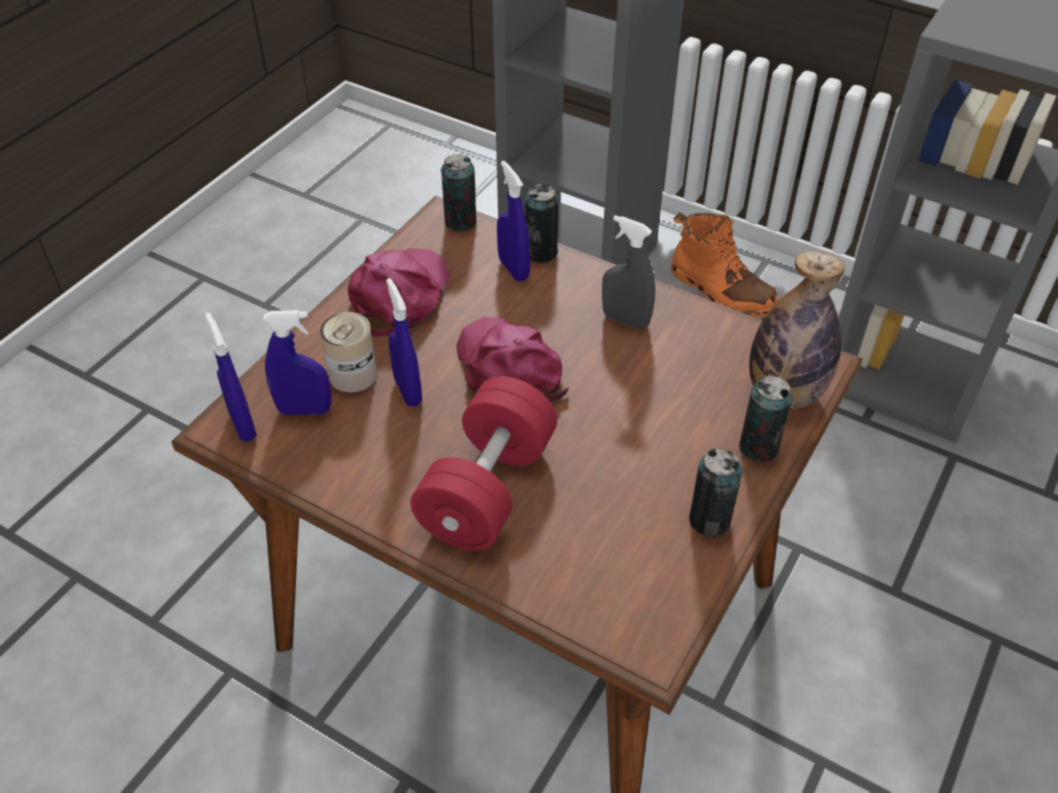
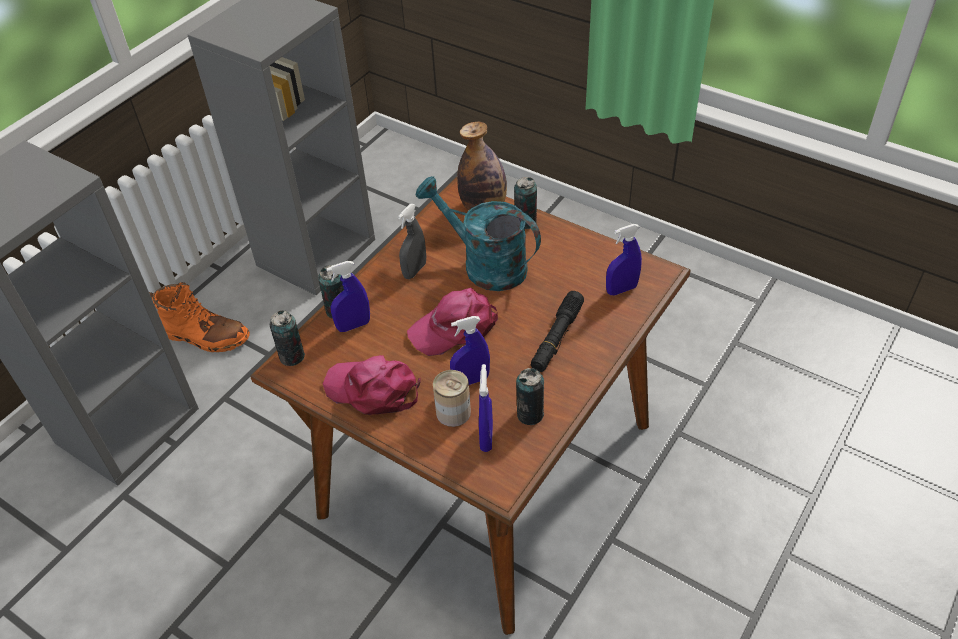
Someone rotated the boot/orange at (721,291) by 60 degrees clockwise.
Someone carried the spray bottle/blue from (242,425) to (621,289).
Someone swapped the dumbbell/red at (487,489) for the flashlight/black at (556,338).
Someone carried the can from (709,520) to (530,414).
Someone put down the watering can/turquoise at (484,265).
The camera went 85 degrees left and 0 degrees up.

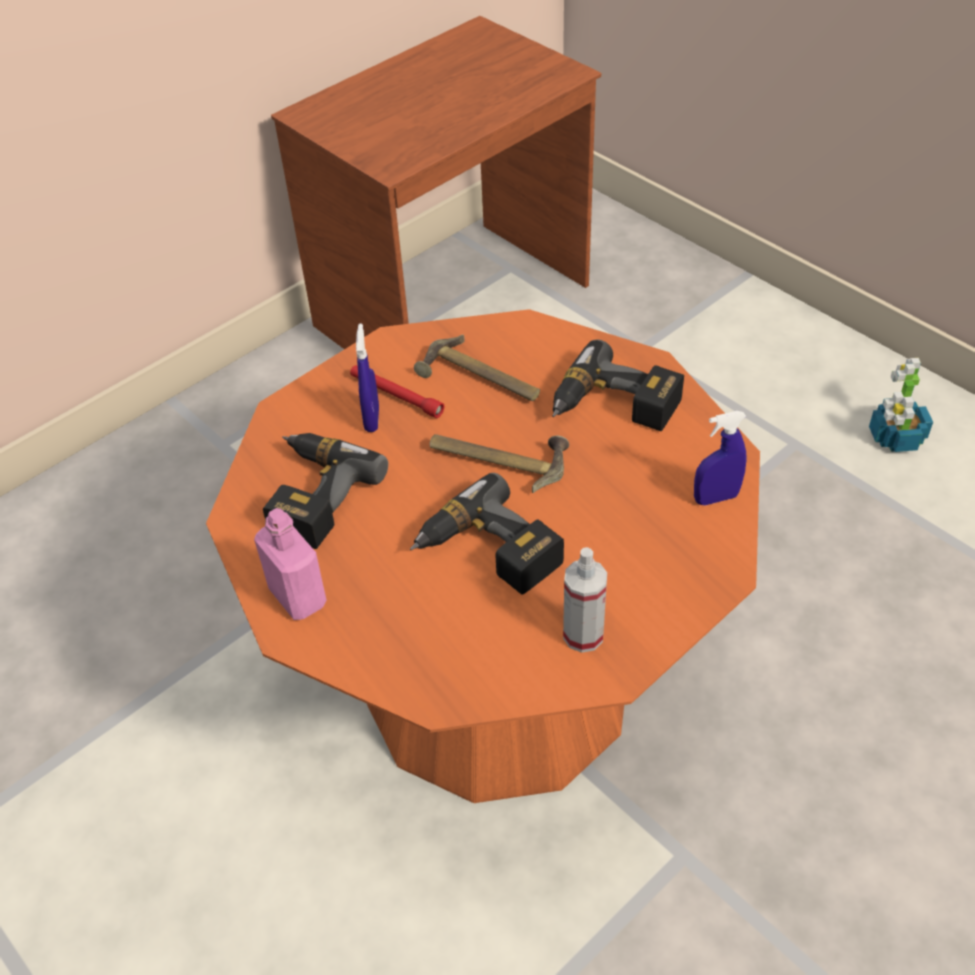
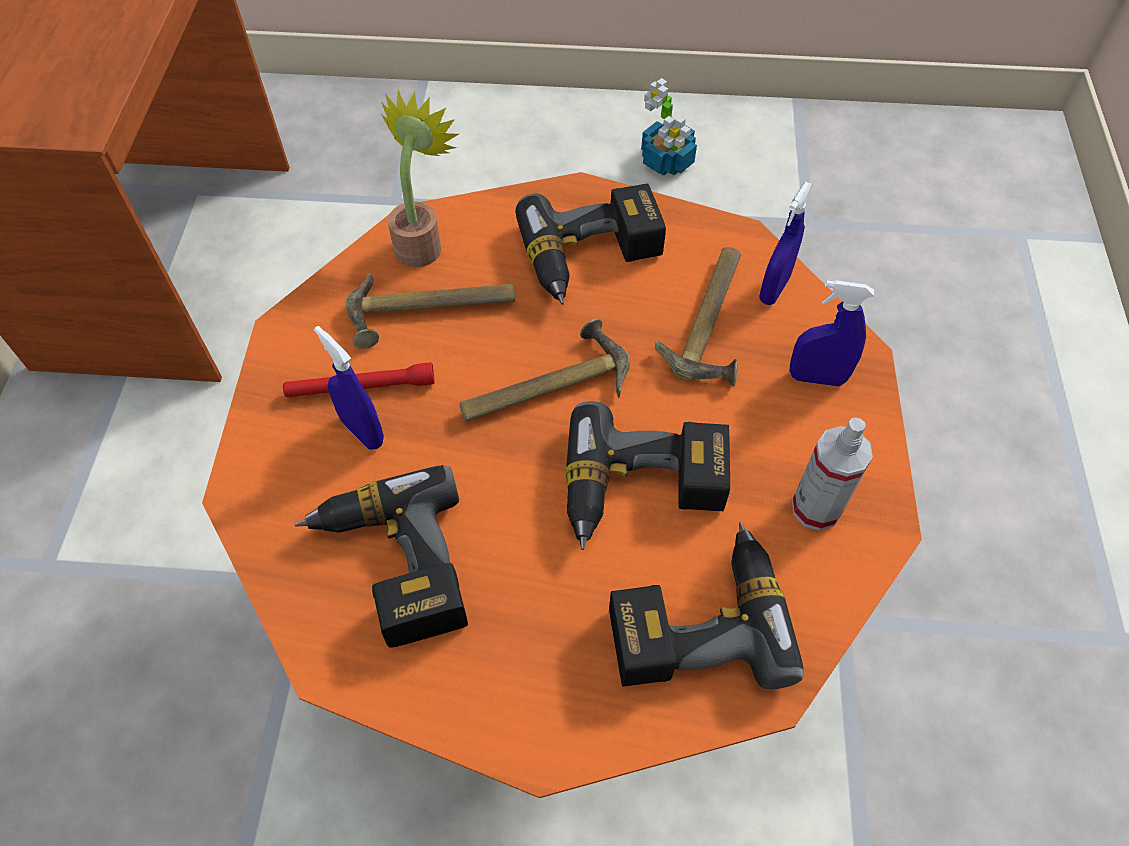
Someone took away the bottle/pink at (298,597).
Someone put down the potted plant at (422,242).
Someone put down the hammer at (715,320).
Someone put down the spray bottle/blue at (816,378).
Someone put down the power drill at (695,617).
The camera went 45 degrees left and 10 degrees up.

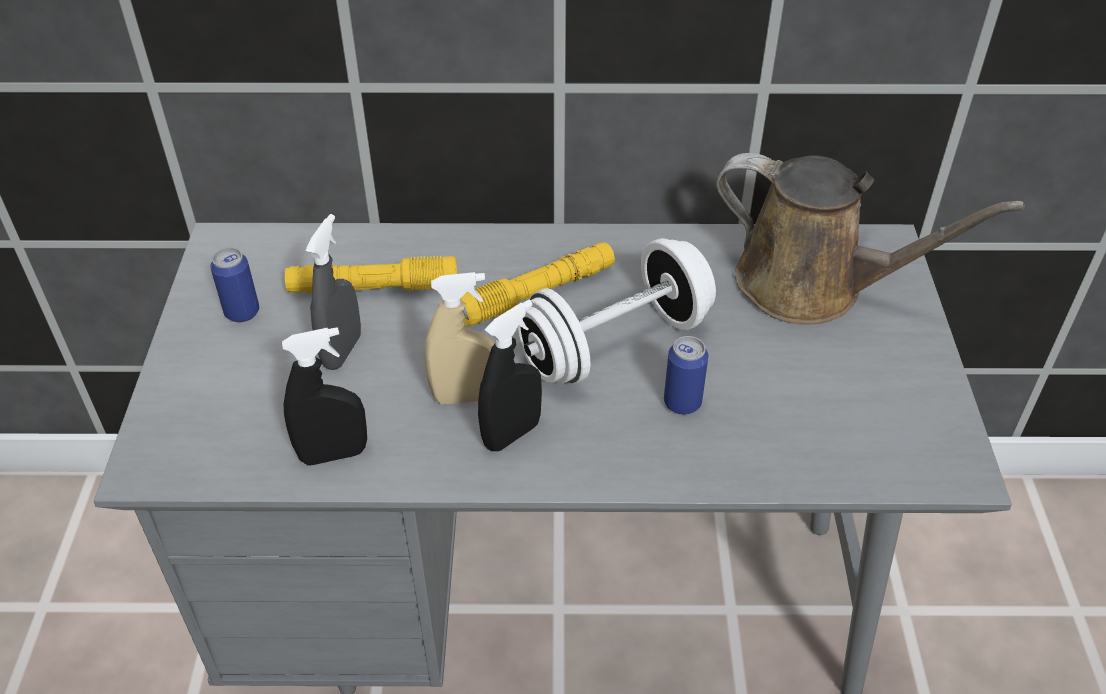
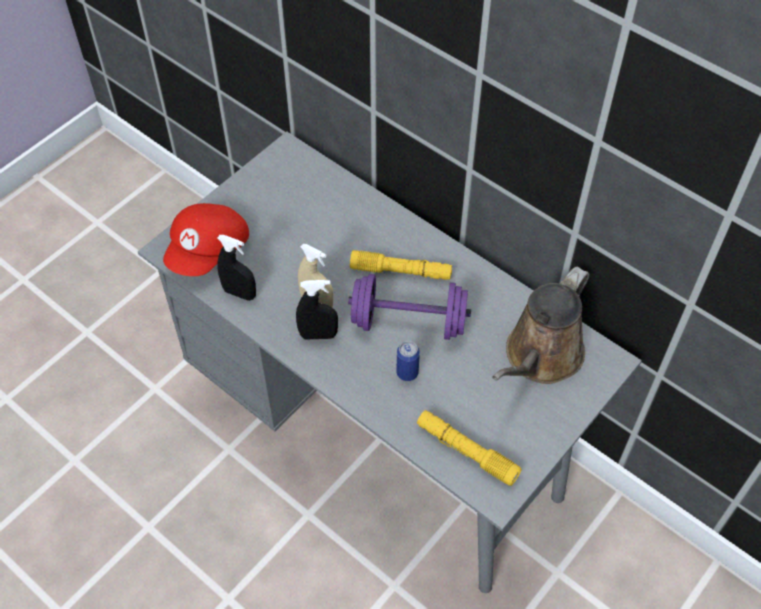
Someone rotated the watering can/brown at (811,286) by 60 degrees clockwise.
Someone took away the spray bottle/grey at (342,351).
Someone repainted the dumbbell/white at (614,344), which became the dumbbell/purple at (408,322).
Someone took away the can at (242,312).
Someone carried the flashlight/yellow from (373,288) to (466,451).
Someone put down the cap/red at (209,251).
The camera went 40 degrees right and 10 degrees up.

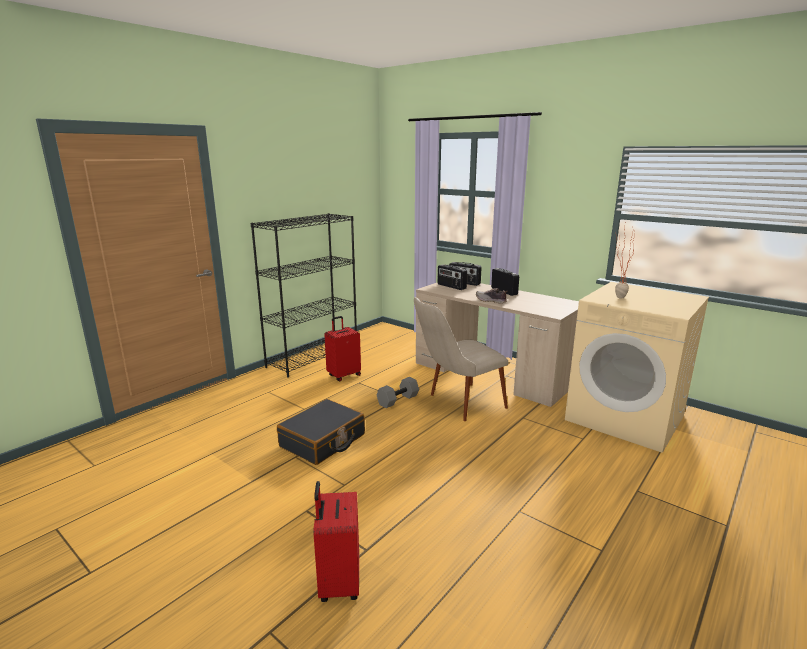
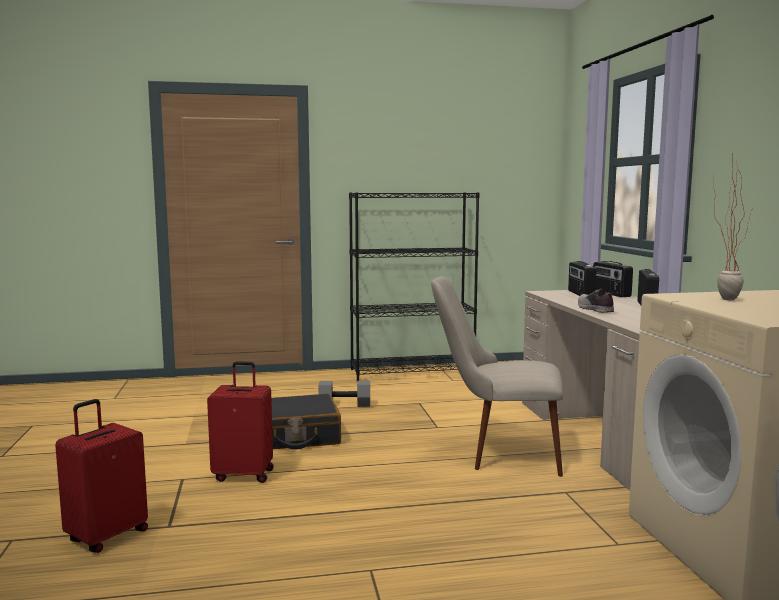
Someone carried the suitcase/red from (344,375) to (244,474).
Someone carried the dumbbell/grey from (398,399) to (345,404).
The camera went 40 degrees right and 10 degrees down.

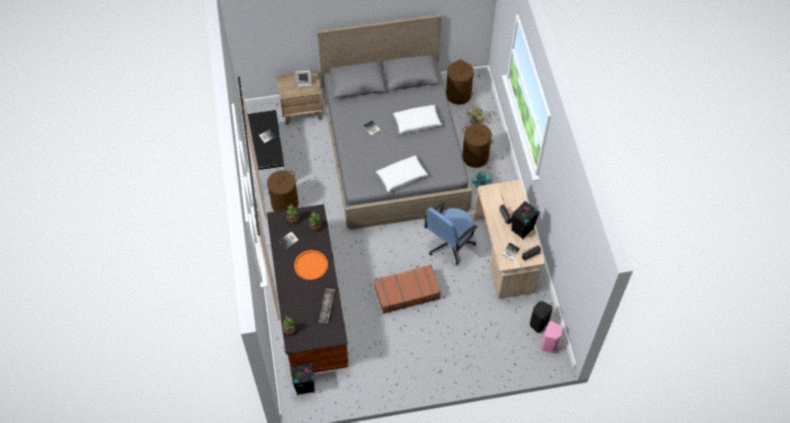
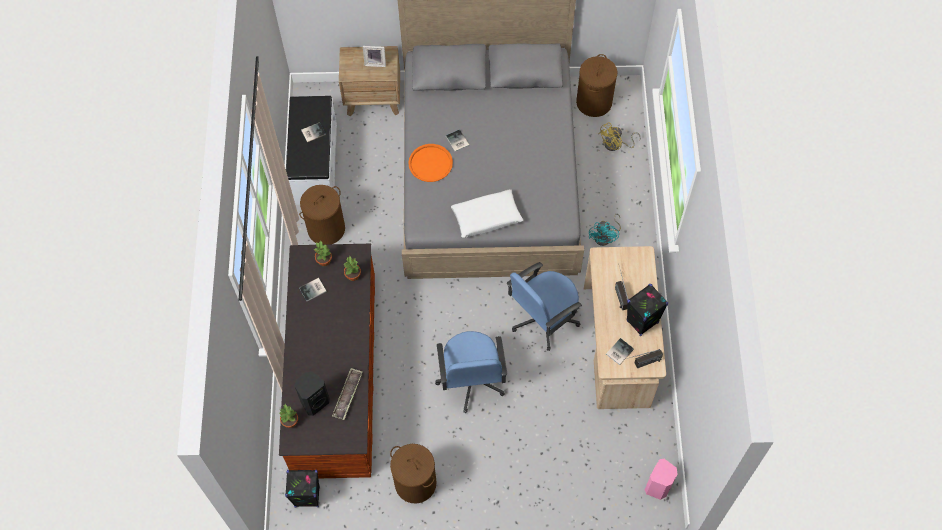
Someone took away the pillow/white at (417,122).
Someone carried the laundry basket/brown from (475,157) to (415,483).
Someone carried the tray/orange from (311,265) to (430,163).
Someone swapped the suitcase/brown at (406,292) for the office chair/blue at (471,381).
Someone carried the speaker/black from (538,323) to (314,401).
The camera went 10 degrees right and 5 degrees up.

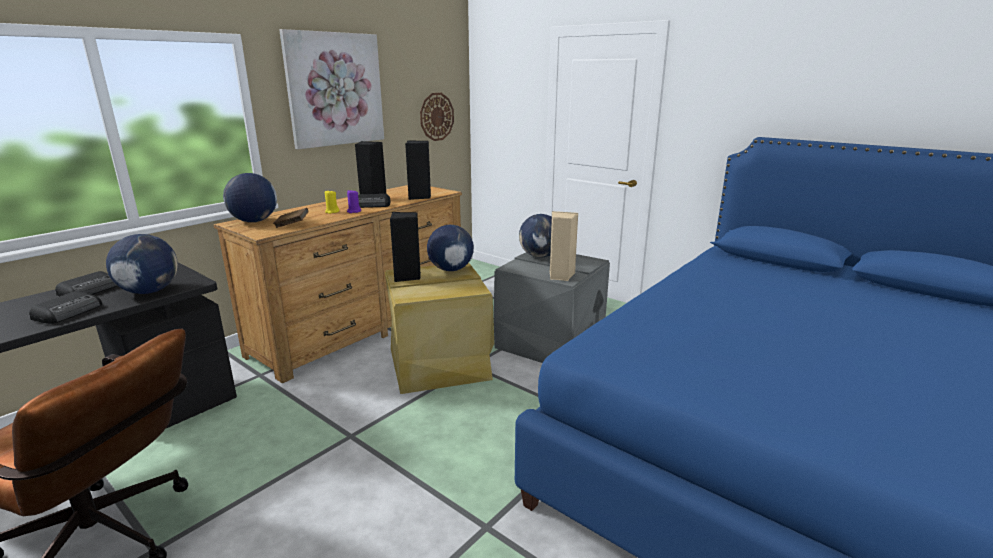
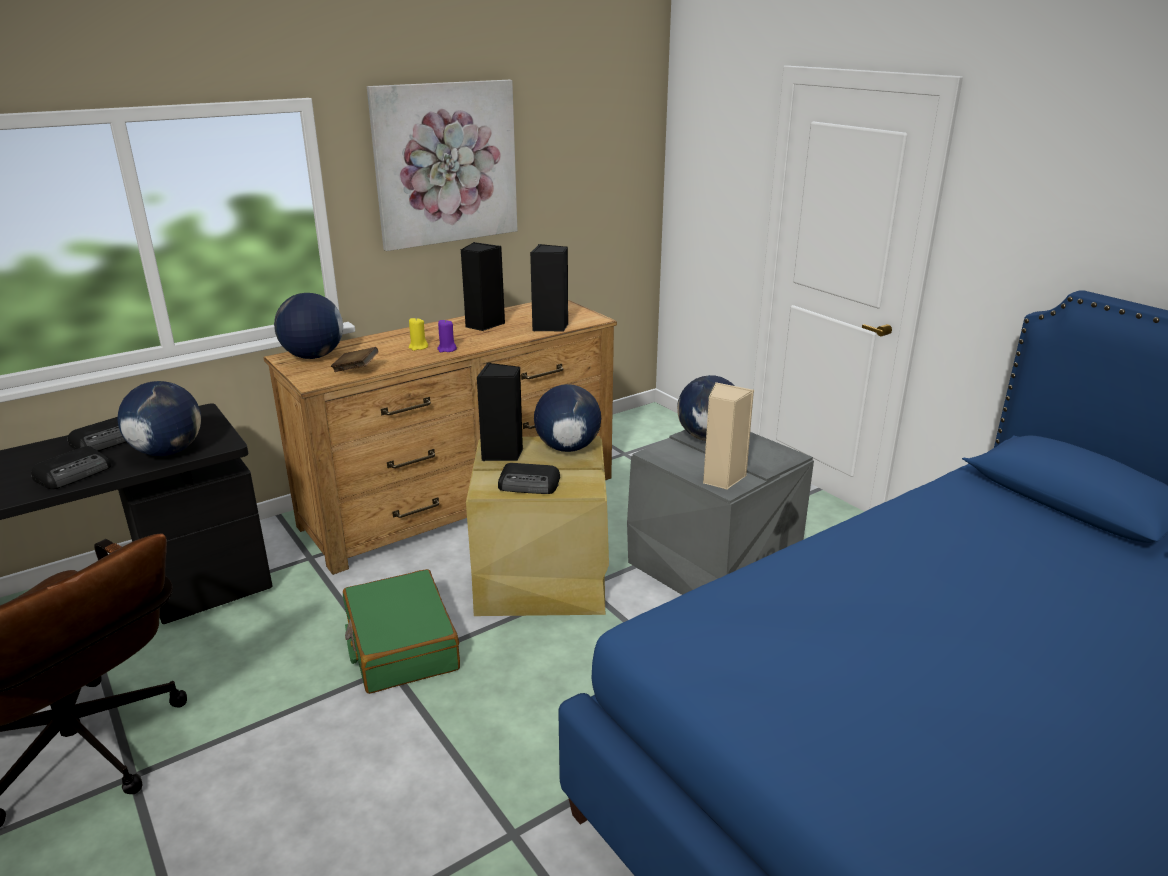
Someone took away the wall clock at (436,116).
Someone carried the radio from (373,205) to (529,484).
Someone put down the suitcase/green at (401,645).
The camera went 15 degrees right and 5 degrees up.

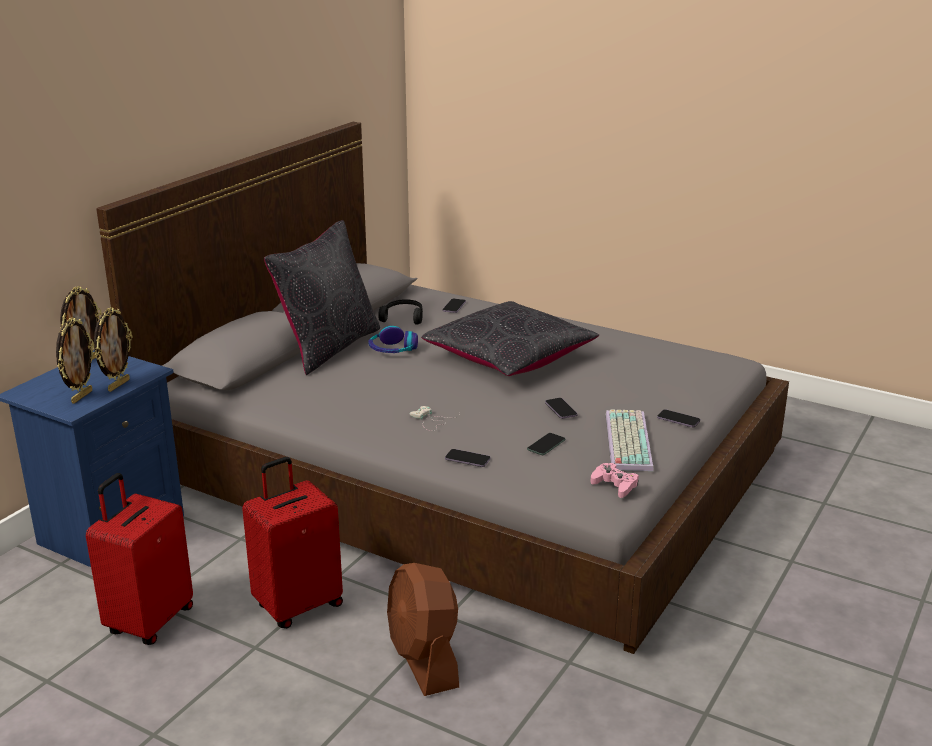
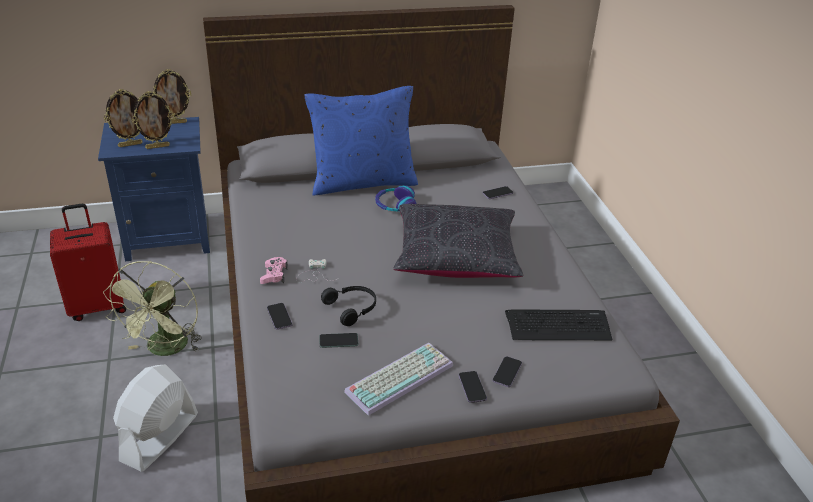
Someone repainted the pillow/black at (328,347), which became the pillow/blue at (362,182).
Someone carried the headphones/black from (403,317) to (352,308).
Someone carried the phone from (561,409) to (507,372).
Someone swapped the suitcase/red at (298,605) for the fan/green at (165,350).
Someone carried the game controller/pink from (615,485) to (274,275).
Someone repainted the fan/brown at (424,659), which became the fan/white at (159,437).
Someone put down the keyboard at (558,326).
The camera went 45 degrees right and 10 degrees up.

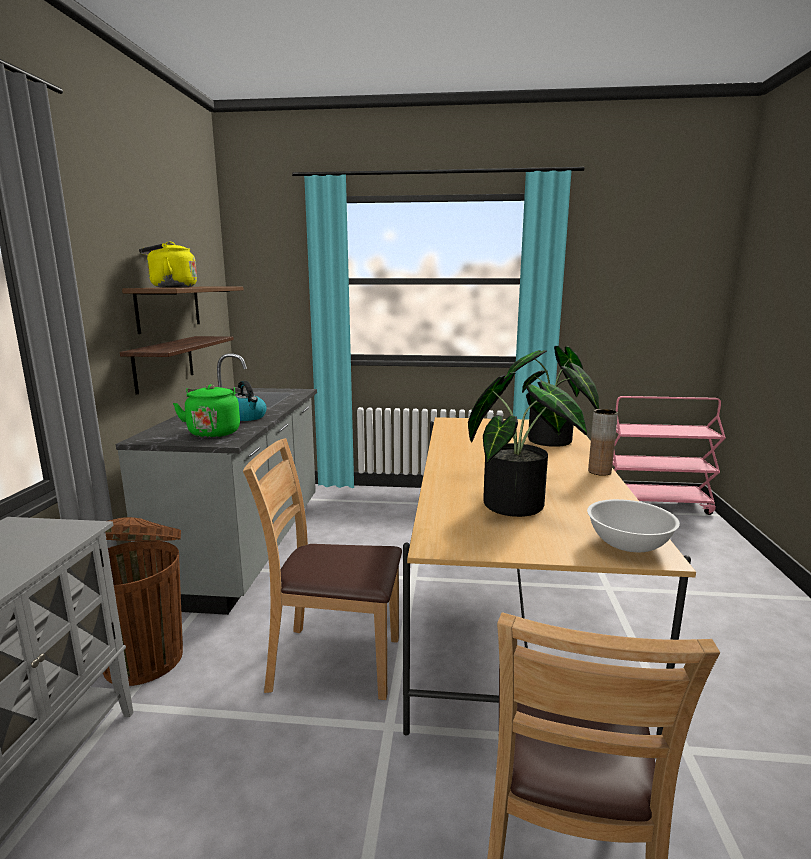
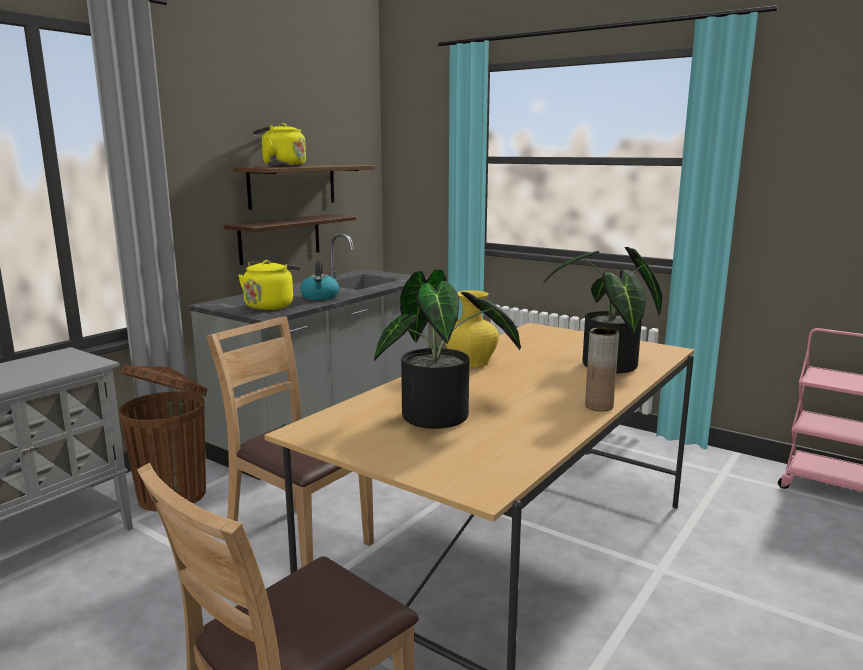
Someone repainted the kettle/green at (214,432), which became the kettle/yellow at (271,306).
Someone took away the bowl/white at (628,544).
Someone put down the vase/yellow at (470,361).
The camera went 30 degrees right and 0 degrees up.

